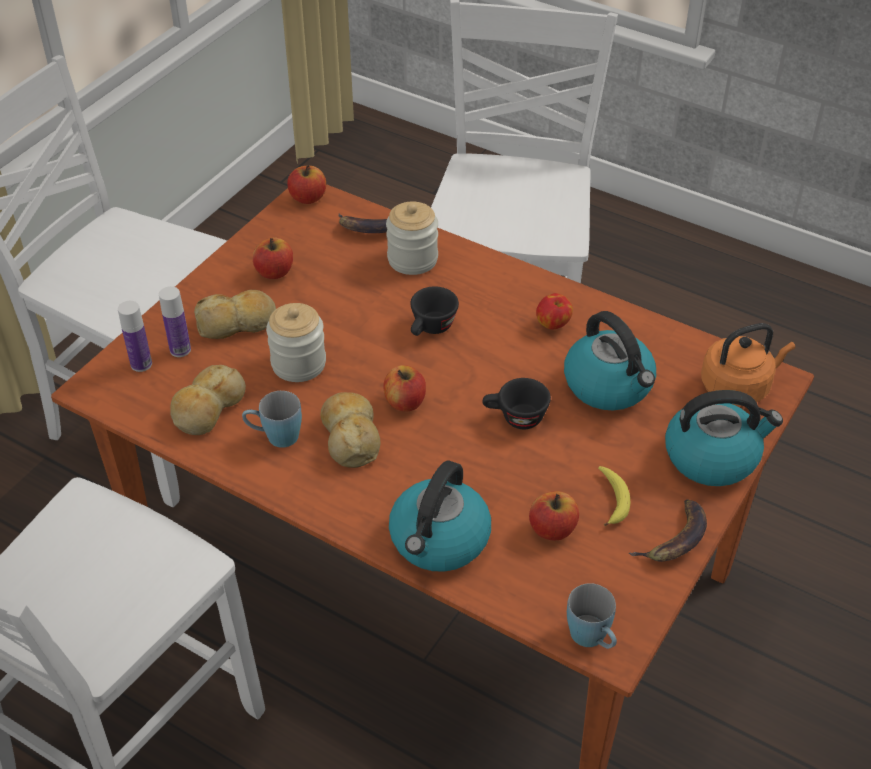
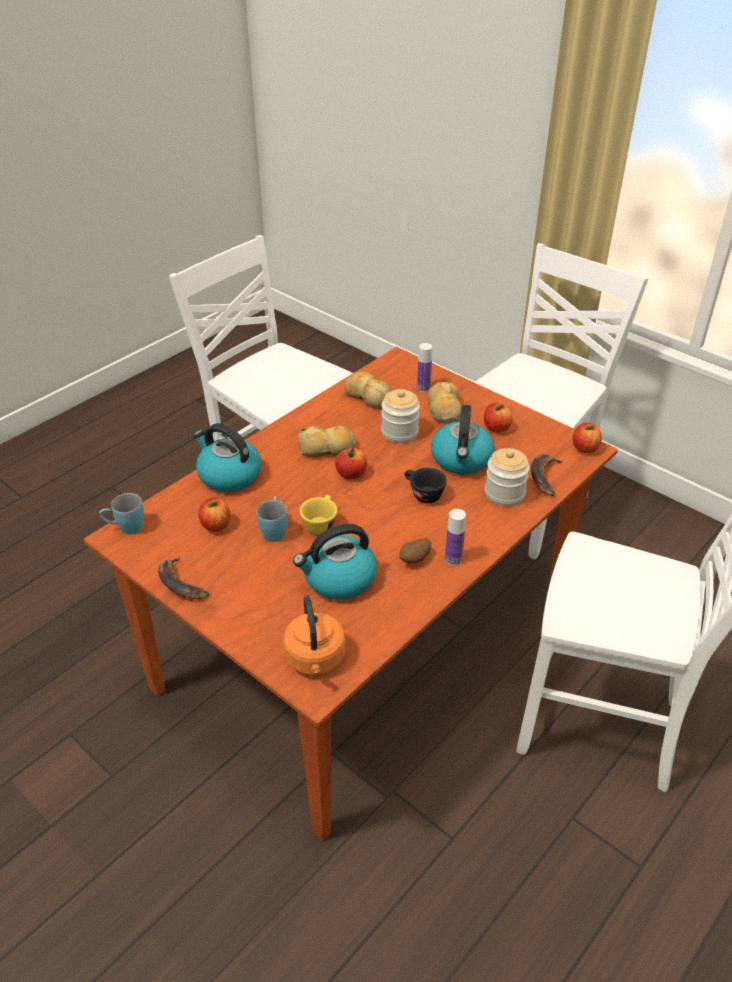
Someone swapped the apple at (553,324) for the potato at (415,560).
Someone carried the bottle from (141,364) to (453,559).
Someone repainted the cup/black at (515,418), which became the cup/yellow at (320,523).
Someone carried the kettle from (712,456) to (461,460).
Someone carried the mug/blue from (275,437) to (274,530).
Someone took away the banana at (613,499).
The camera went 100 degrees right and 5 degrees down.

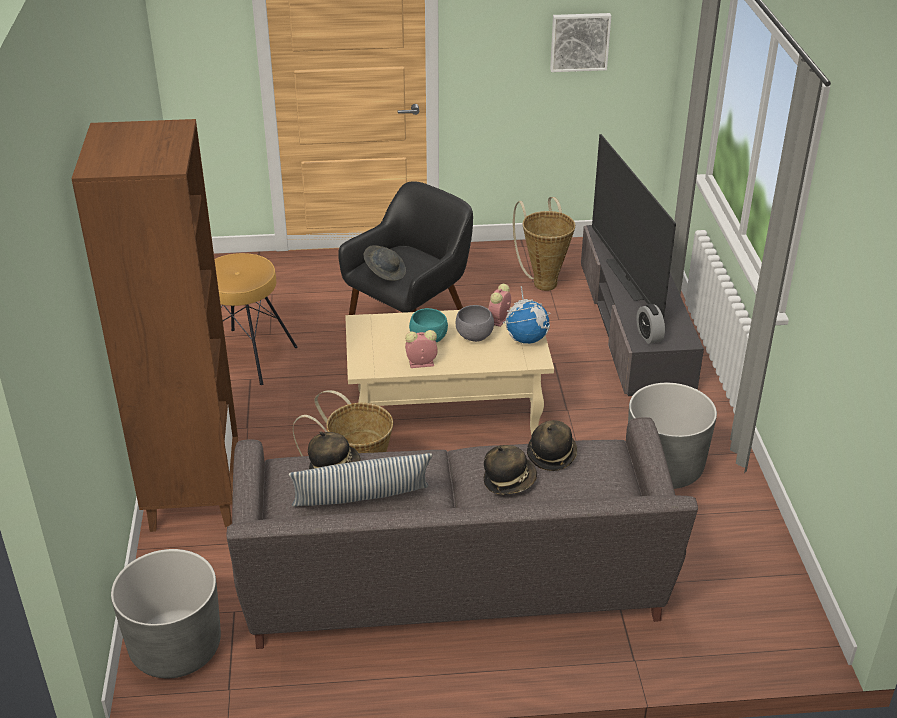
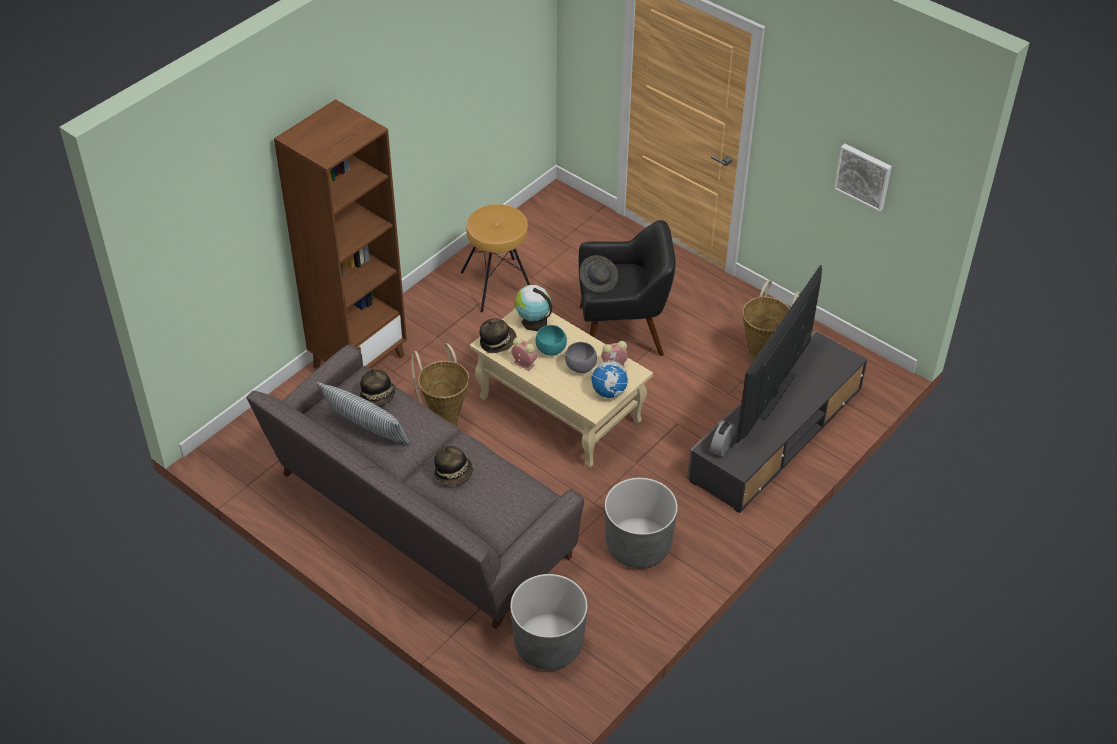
Someone carried the hat from (551,455) to (497,342).
Someone carried the planter/grey from (176,647) to (548,644).
Someone put down the globe at (533,321).
The camera went 45 degrees right and 10 degrees up.

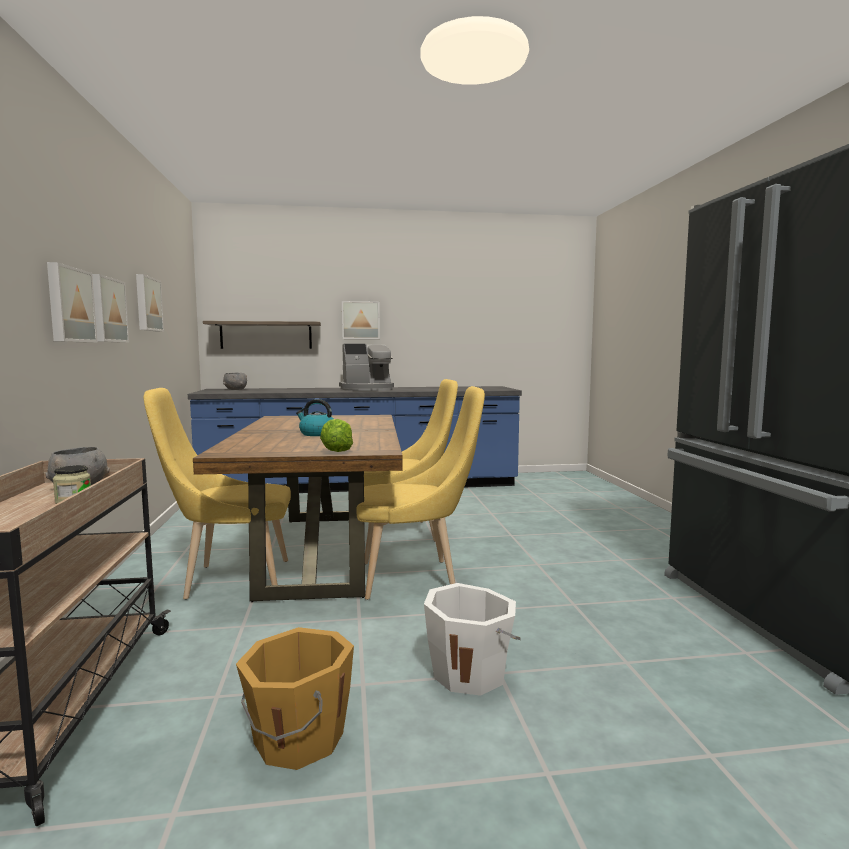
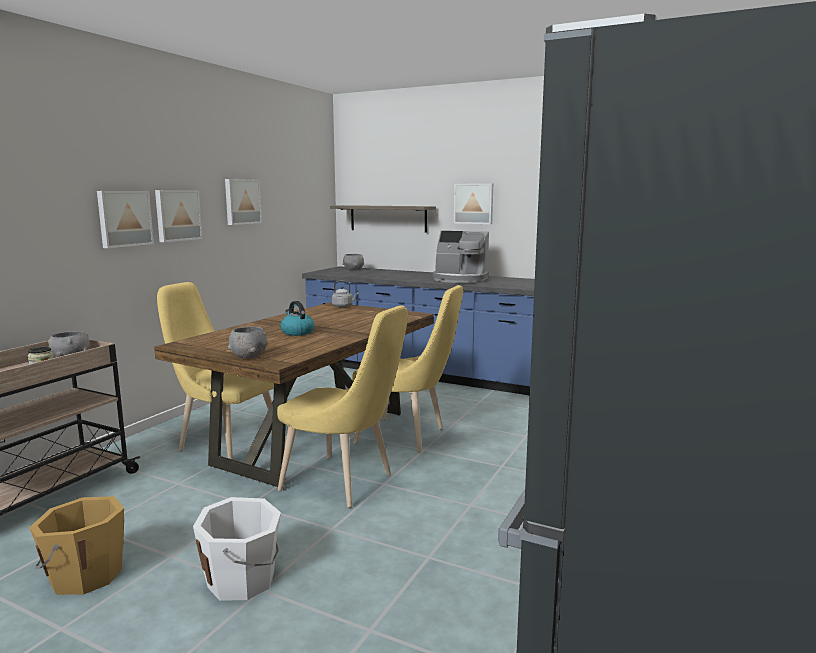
Someone swapped the lettuce at (337,451) for the bowl/grey at (248,356).
Someone put down the kettle/grey at (343,306).
The camera went 35 degrees right and 5 degrees up.

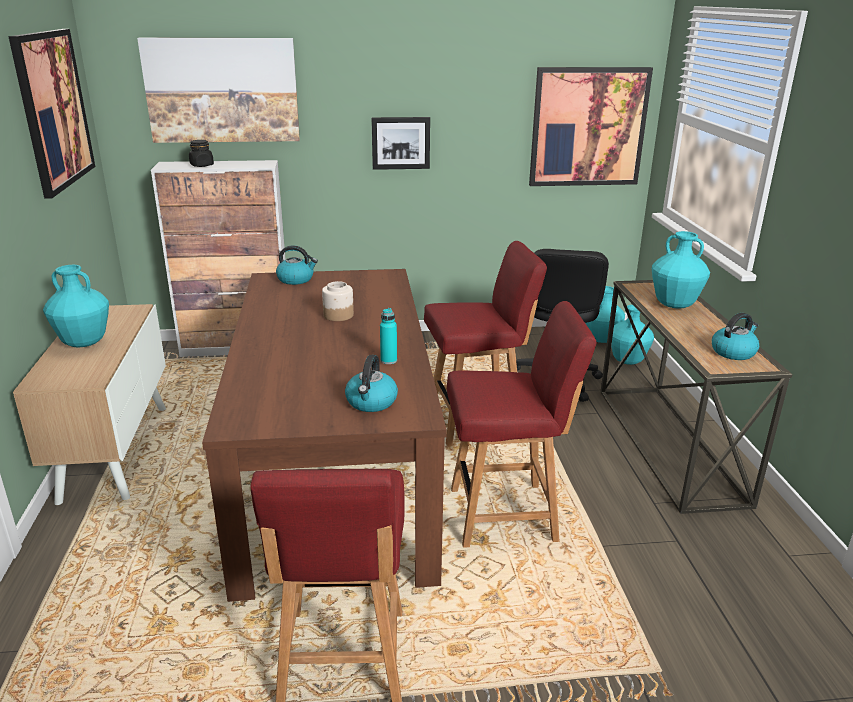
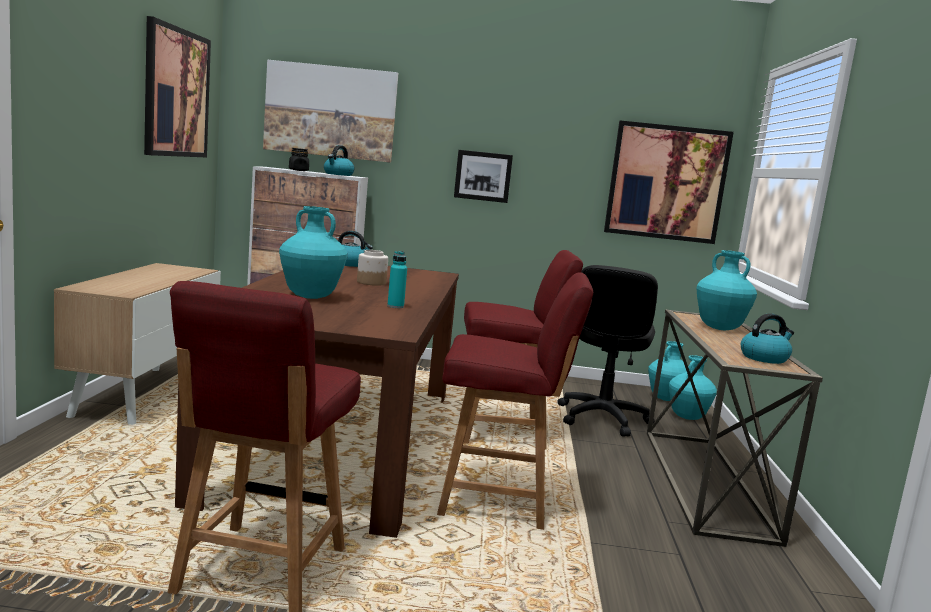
Someone carried the vase/turquoise from (84,343) to (310,297).
Someone carried the kettle from (371,402) to (338,174).
The camera went 10 degrees right and 15 degrees down.

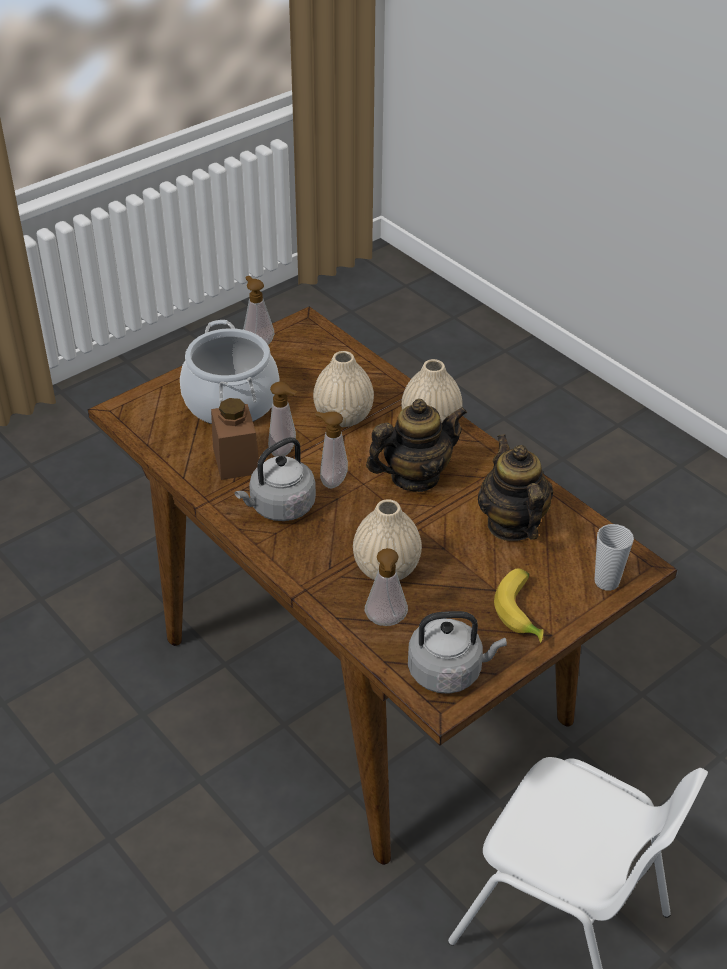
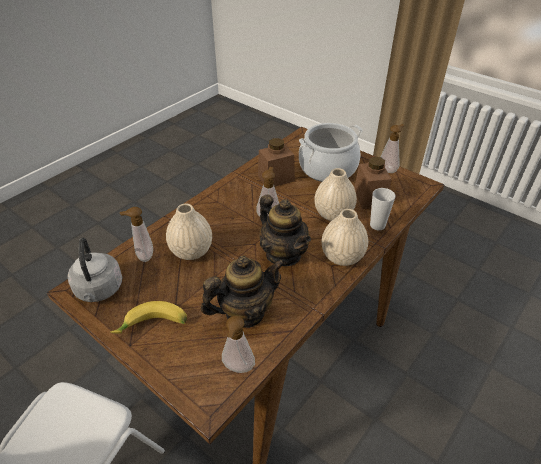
Someone carried the soap dispenser from (285,451) to (238,369).
Someone took away the kettle/grey at (279,507).
Someone carried the cup from (606,582) to (377,225).
Someone put down the jar/brown at (370,198).
The camera went 80 degrees right and 0 degrees up.

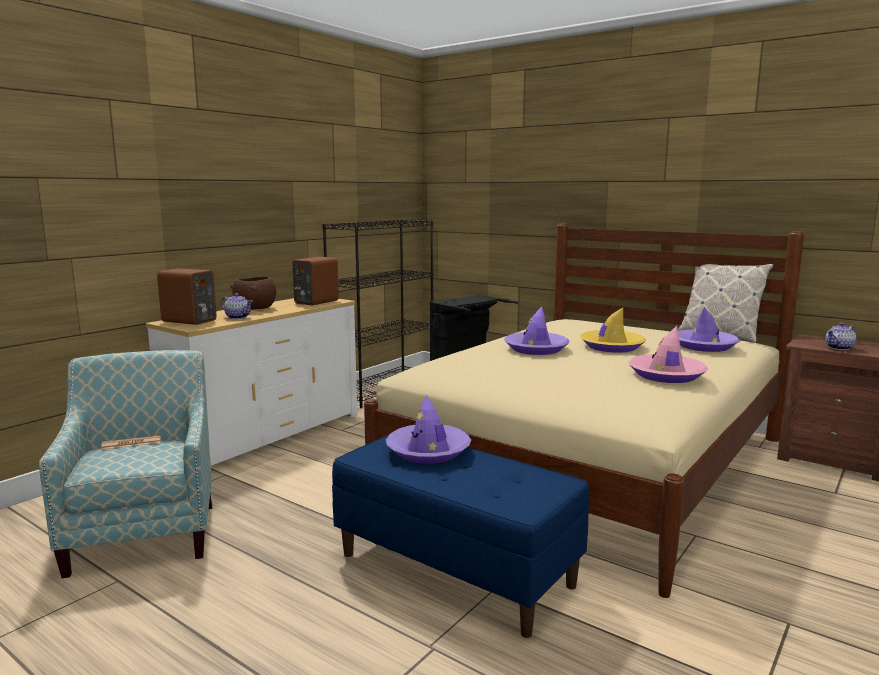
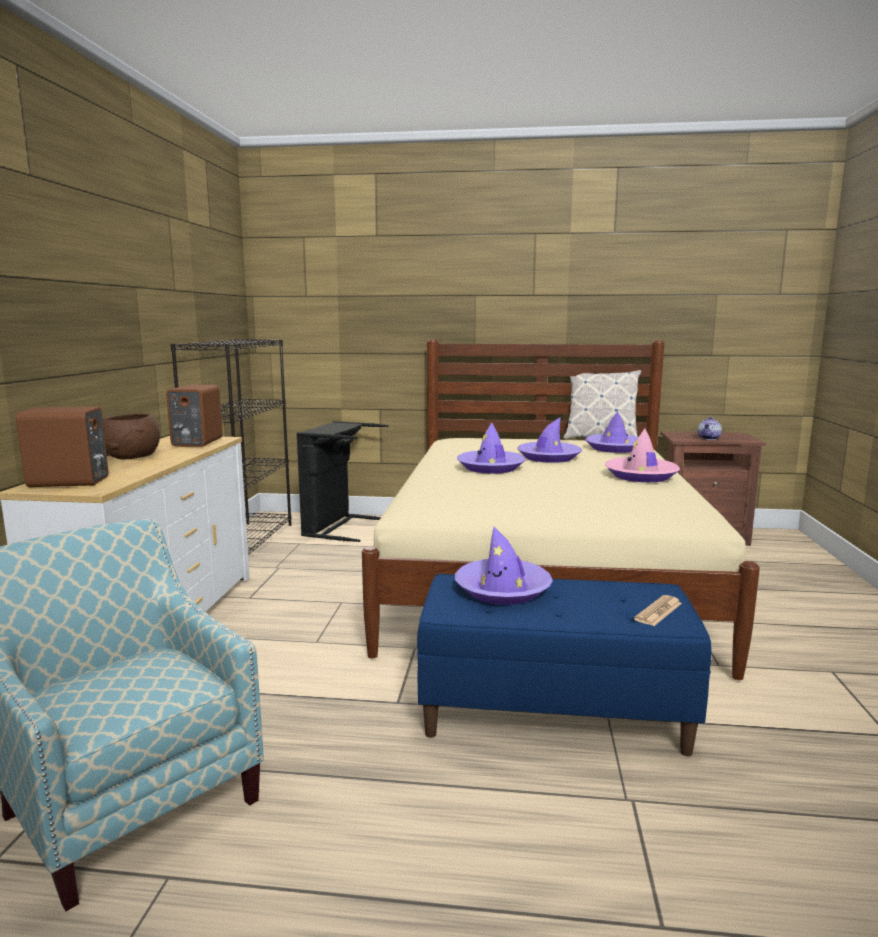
Someone took away the teapot at (238,317).
Someone repainted the hat/yellow at (612,347), which became the hat/purple at (548,457).
Someone carried the newspaper from (131,443) to (658,611).
The camera went 30 degrees left and 0 degrees up.

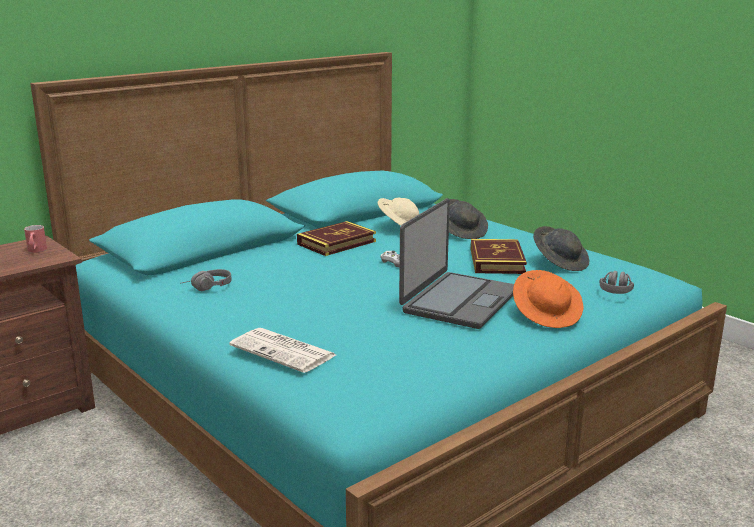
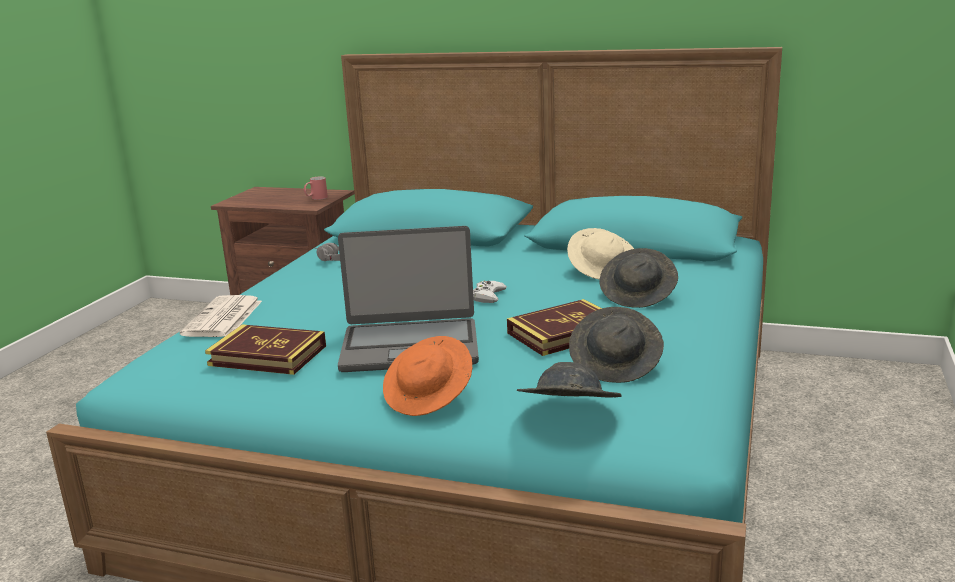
Someone carried the book from (336,243) to (267,355).
Someone swapped the headphones/grey at (616,289) for the hat/grey at (568,415).
The camera went 60 degrees right and 0 degrees up.

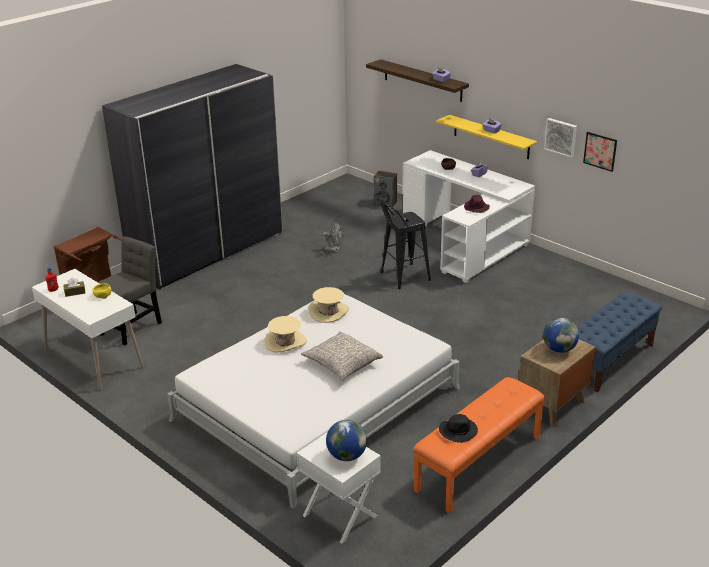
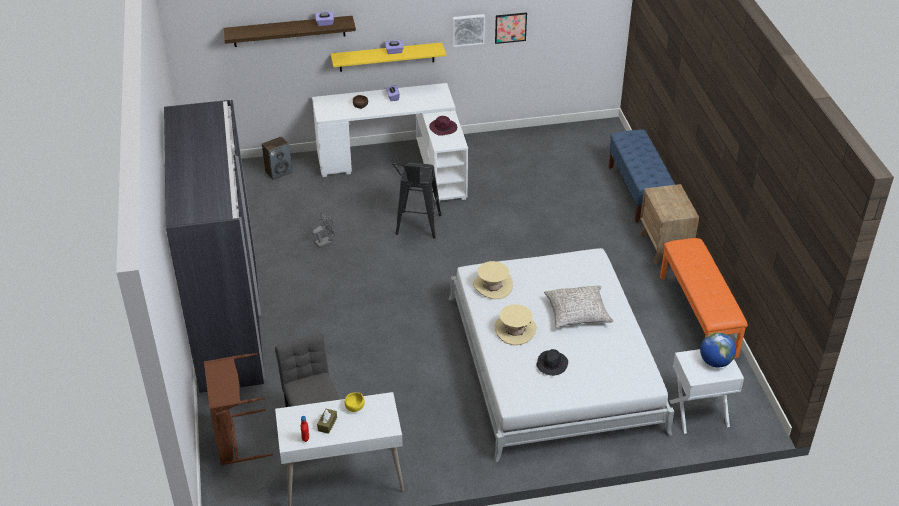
Someone took away the globe at (559,349).
Someone carried the hat/black from (458,431) to (551,364).
The camera went 55 degrees left and 10 degrees up.

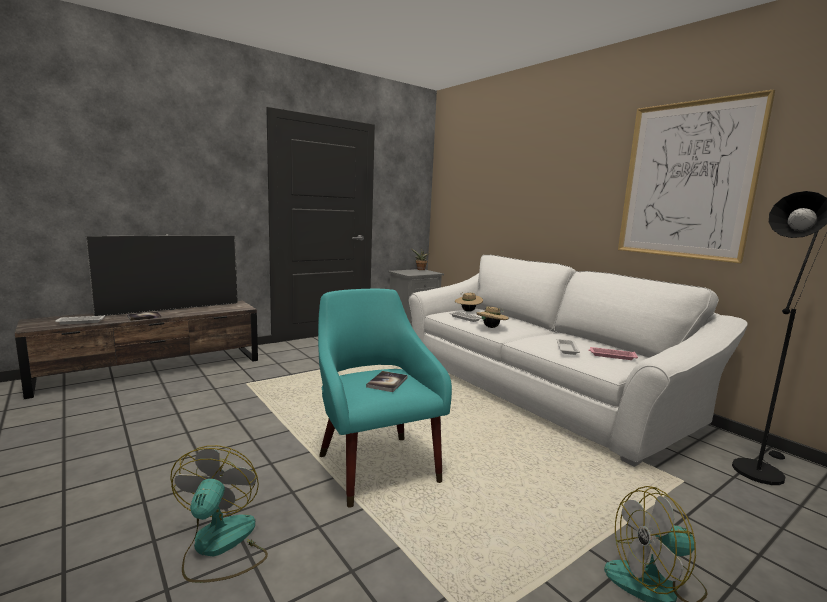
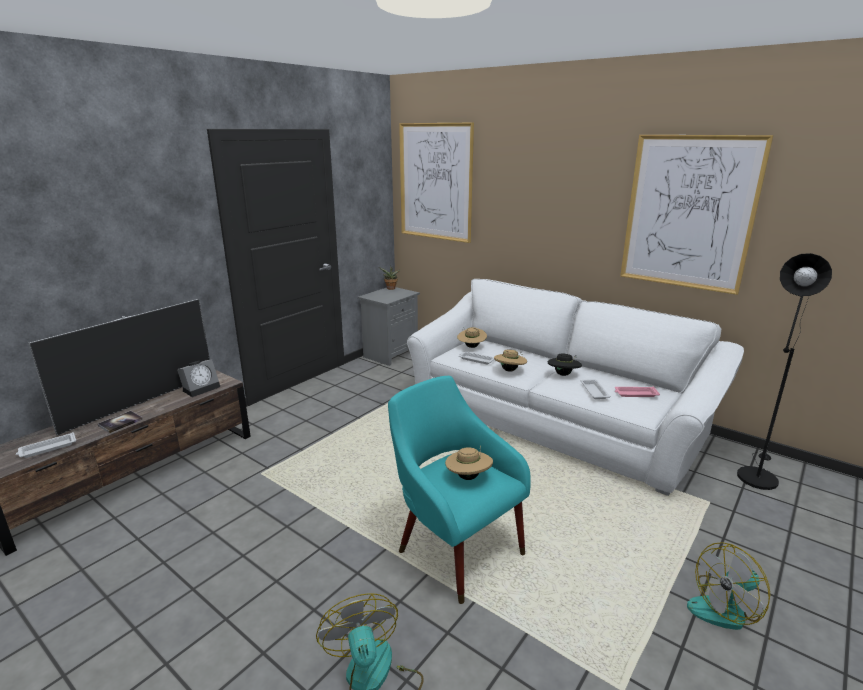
Someone swapped the book at (387,382) for the hat/beige at (468,477).
Someone put up the picture at (435,182).
Someone put down the hat/black at (563,374).
Someone put down the alarm clock at (201,388).
The camera went 15 degrees left and 10 degrees up.

